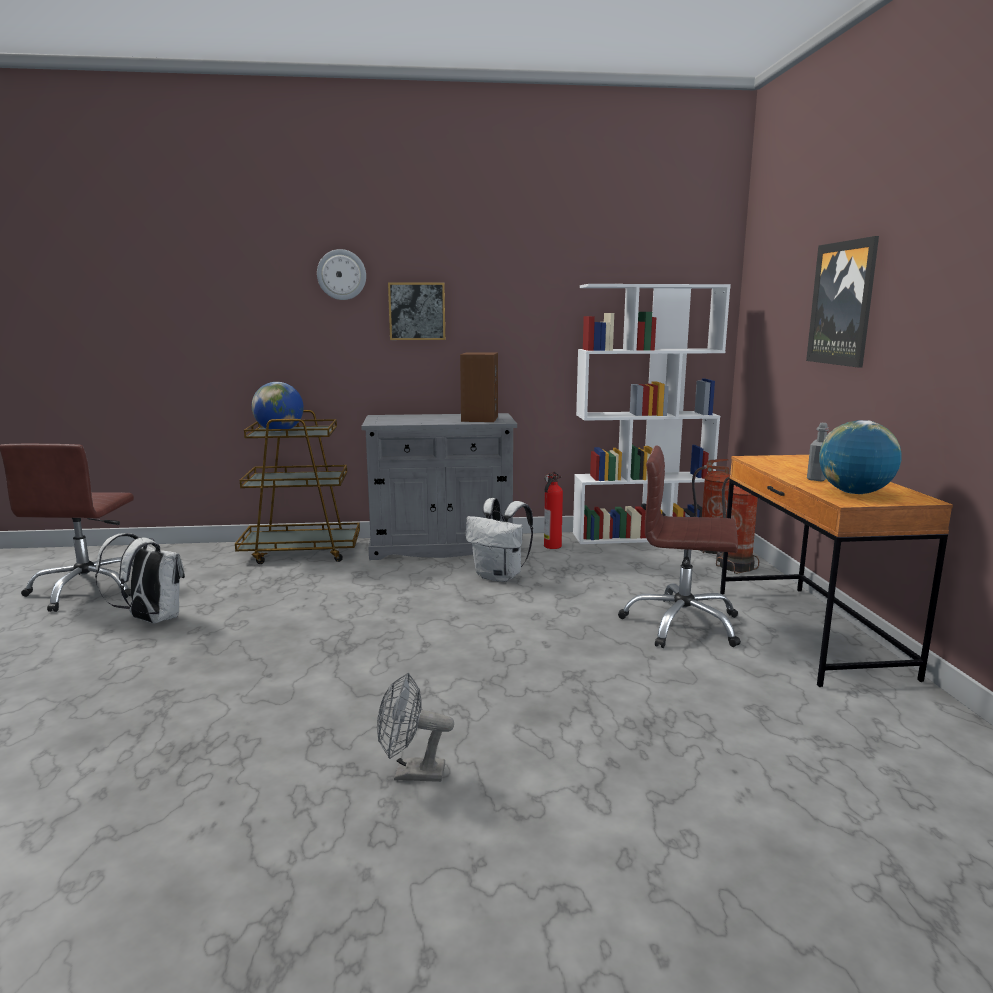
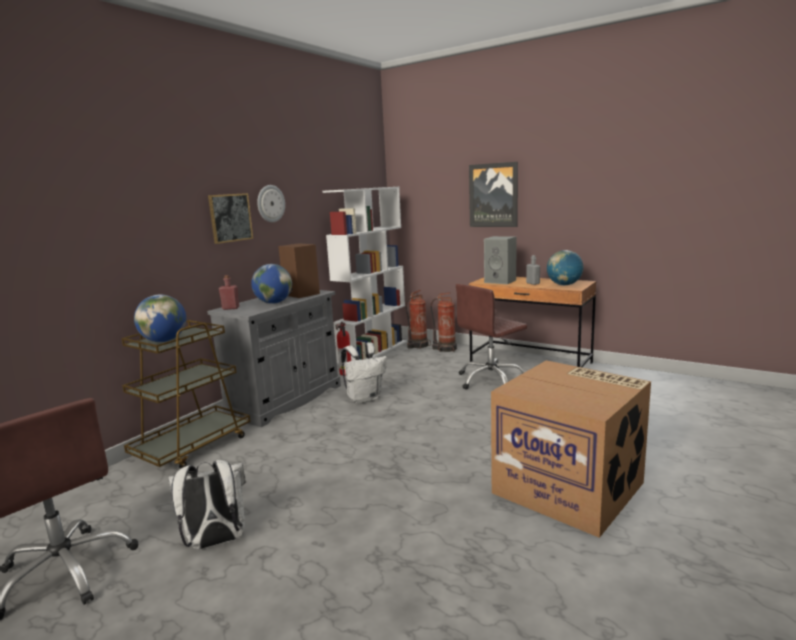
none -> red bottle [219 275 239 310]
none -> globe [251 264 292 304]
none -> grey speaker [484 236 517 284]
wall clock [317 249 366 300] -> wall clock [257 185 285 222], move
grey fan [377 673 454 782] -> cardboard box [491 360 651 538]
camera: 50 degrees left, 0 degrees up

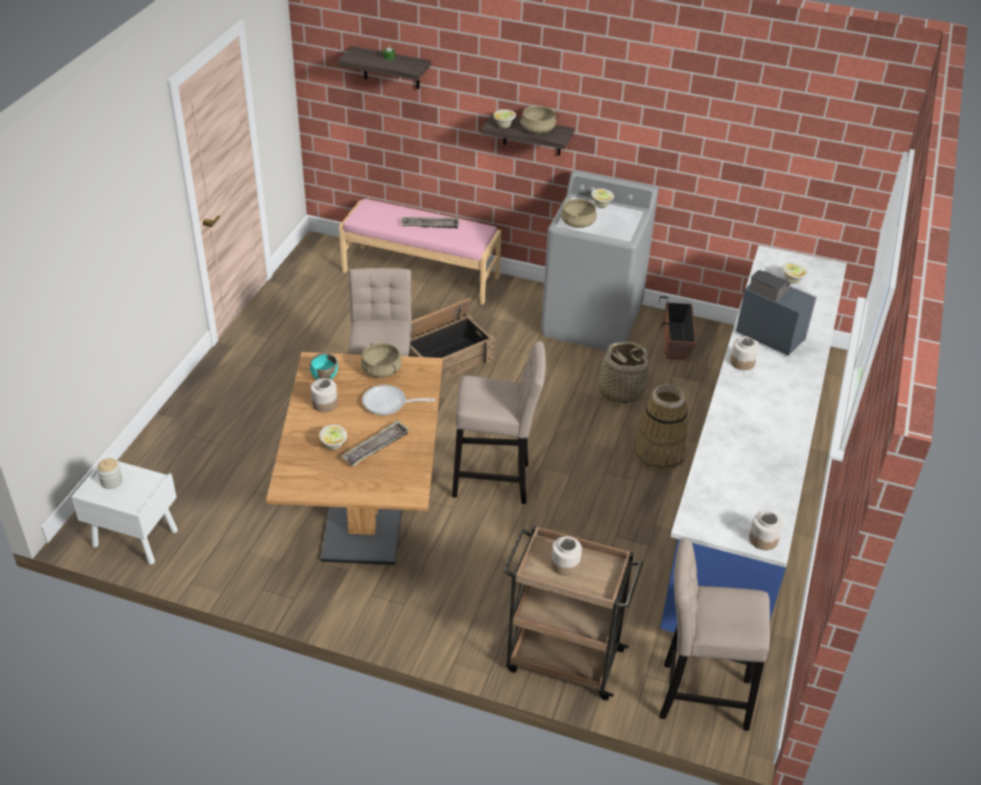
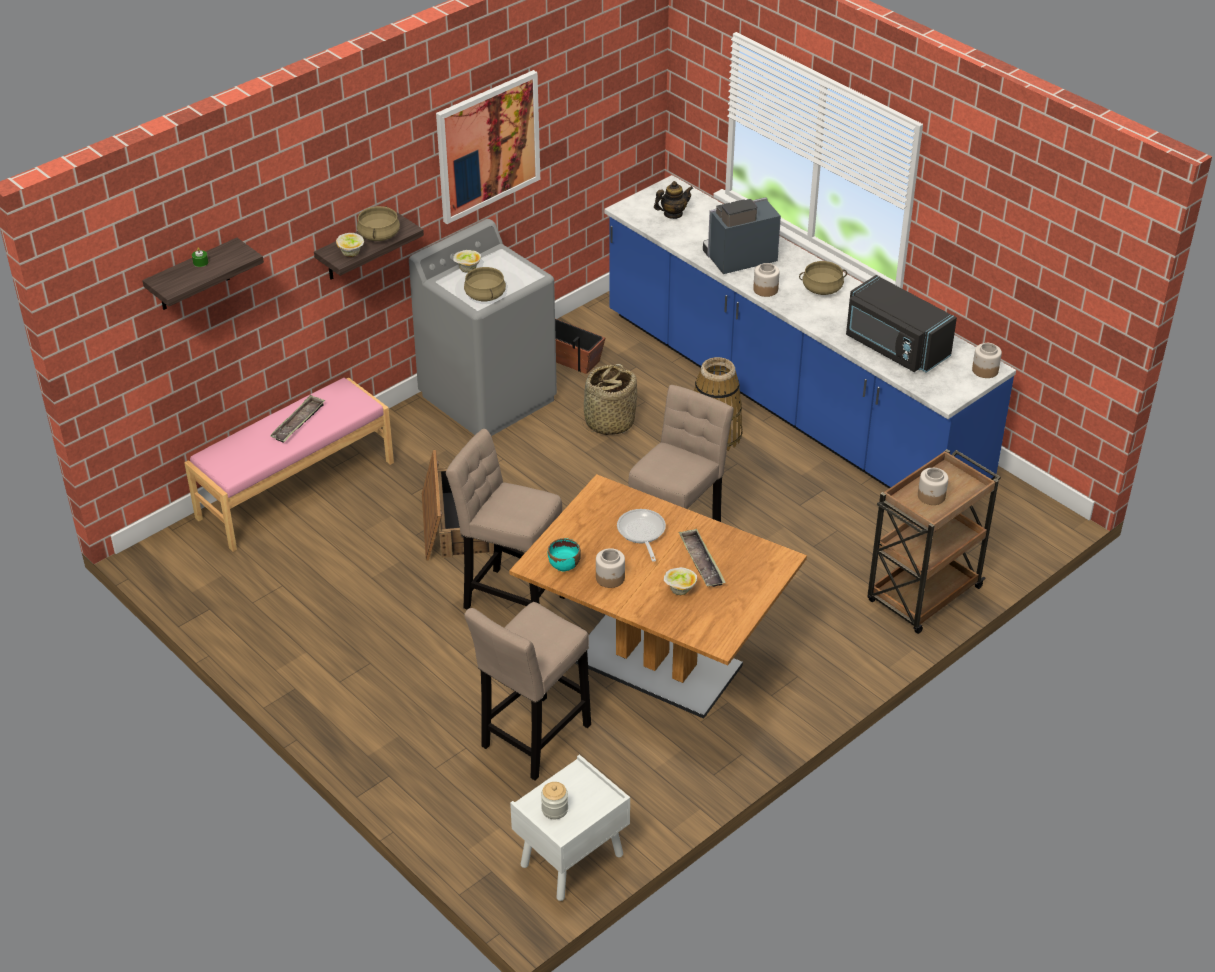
none -> picture [436 70 540 224]
none -> black microwave [846 275 957 373]
beige cooking pot [361 343 402 378] -> beige cooking pot [799 261 847 295], move
beige stool [660 538 770 731] -> beige stool [464 602 591 780], move
bowl [782 263 807 284] -> teapot [654 181 693 219]
frying pan [362 385 435 415] -> frying pan [617 509 666 562], 135 degrees clockwise
camera: 60 degrees left, 0 degrees up

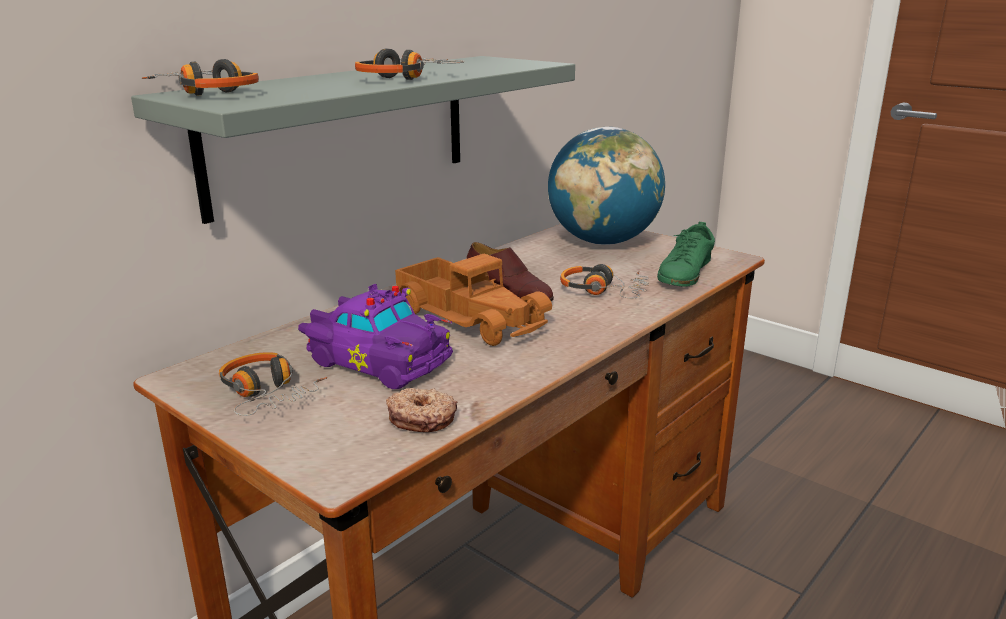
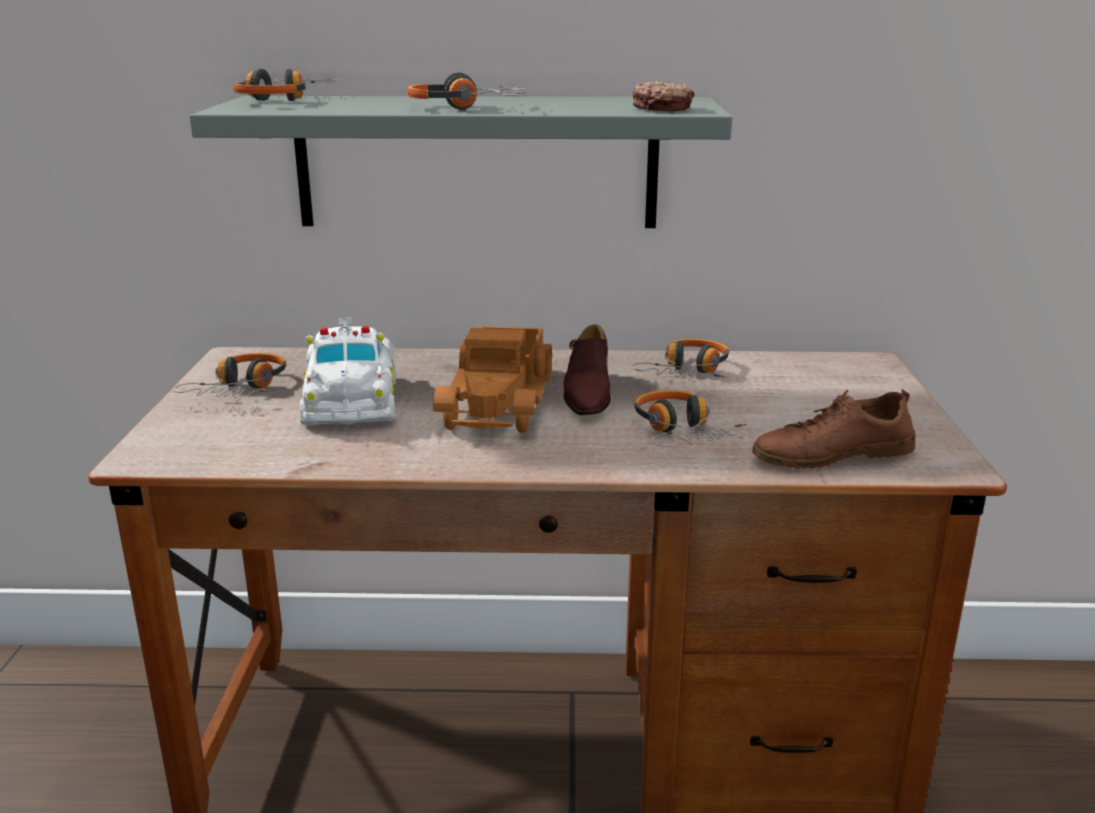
globe [548 127 665 245] -> none
none -> headphones [633 339 729 380]
donut [386 388 457 432] -> donut [633 81 695 111], move
purple toy car [298 284 453 389] -> white toy car [300 318 396 426]
green shoe [657 222 715 287] -> brown shoe [752 389 915 469]
camera: 50 degrees right, 0 degrees up

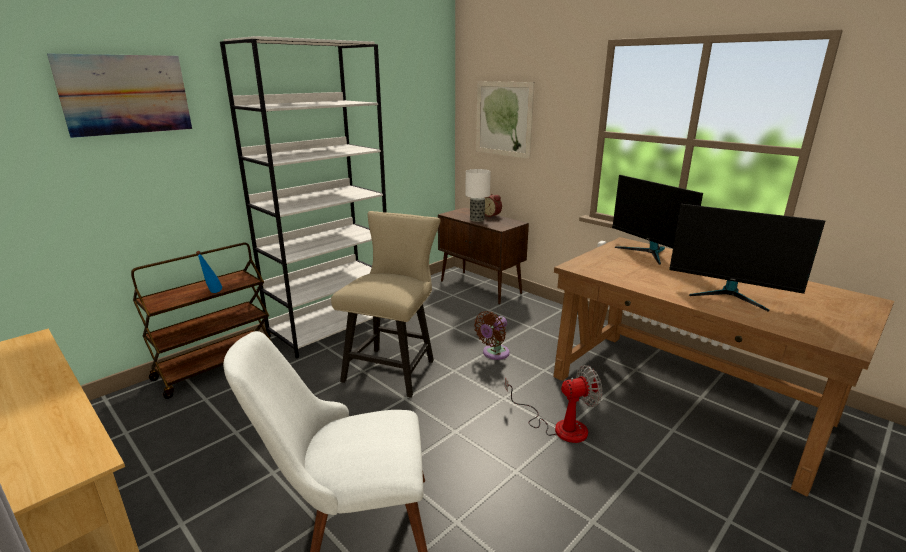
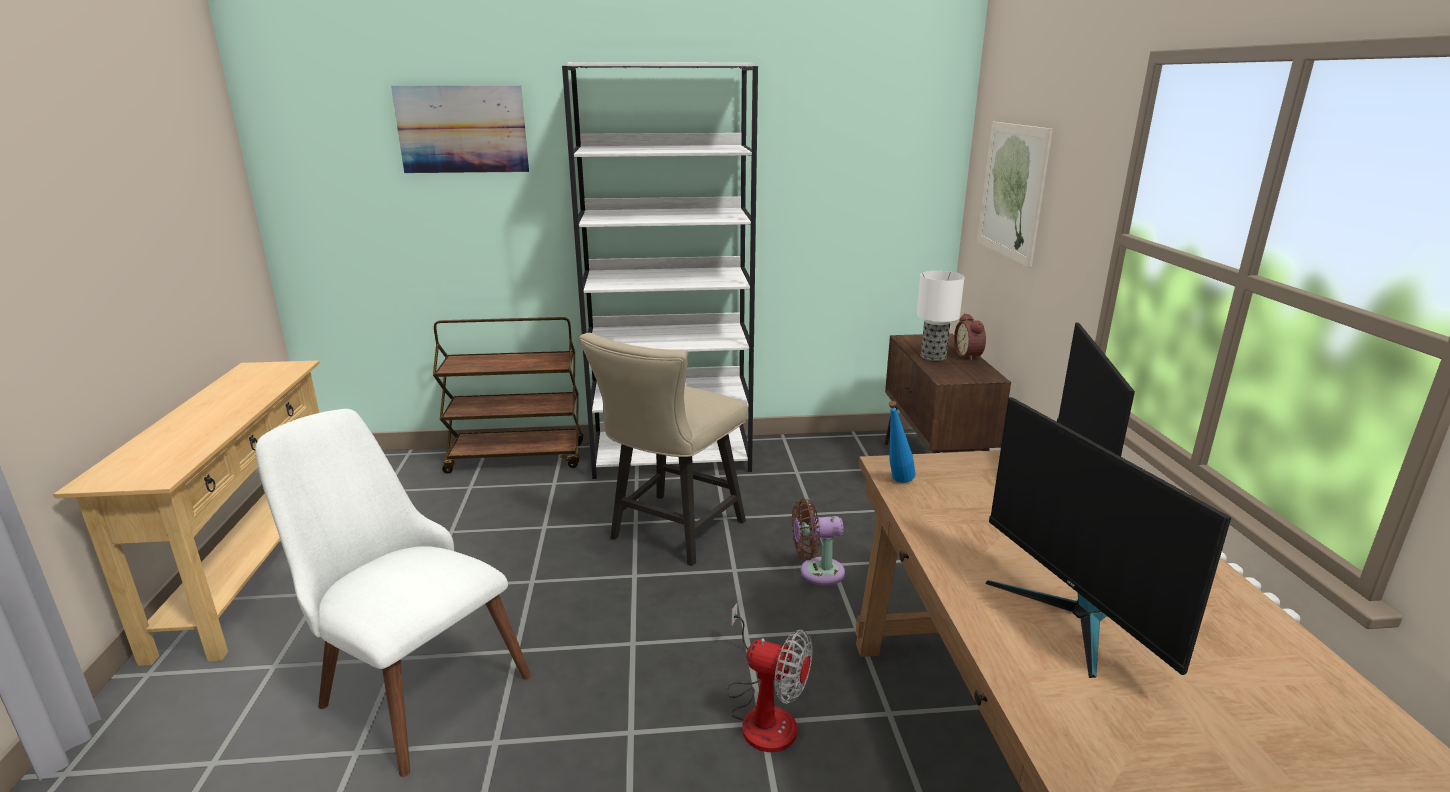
blue bottle [196 251 222 293] -> blue bottle [889 401 915 483], move
beige chair [331 211 440 398] -> beige chair [579 333 748 566], 150 degrees clockwise
camera: 40 degrees right, 0 degrees up

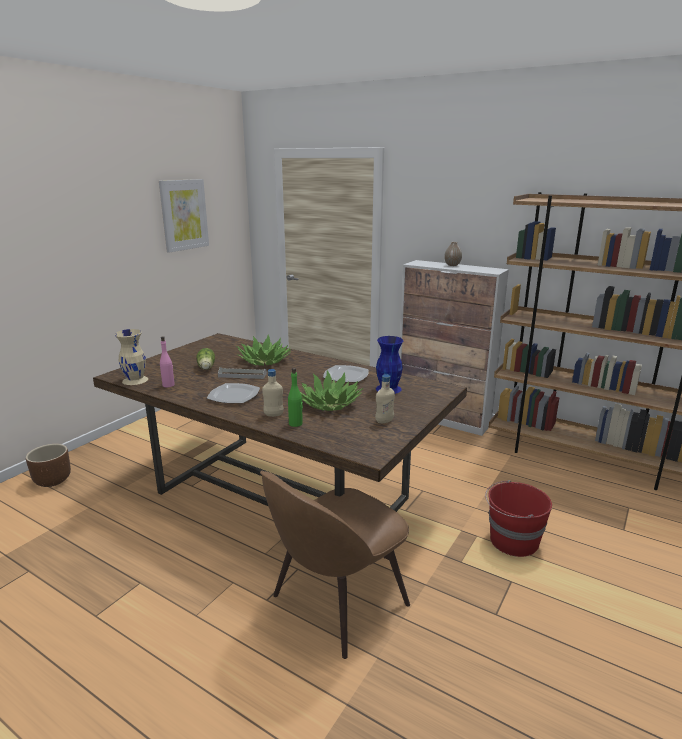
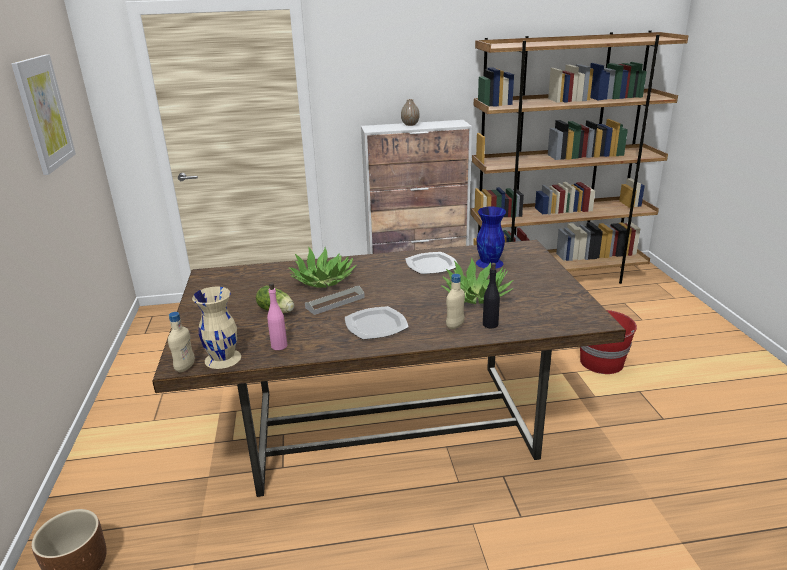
brown chair [260 471 410 659] -> none
beige bottle [375 374 395 423] -> beige bottle [168 312 195 372], move
green bottle [288 368 303 427] -> black bottle [483 263 500 328]
camera: 40 degrees left, 5 degrees up

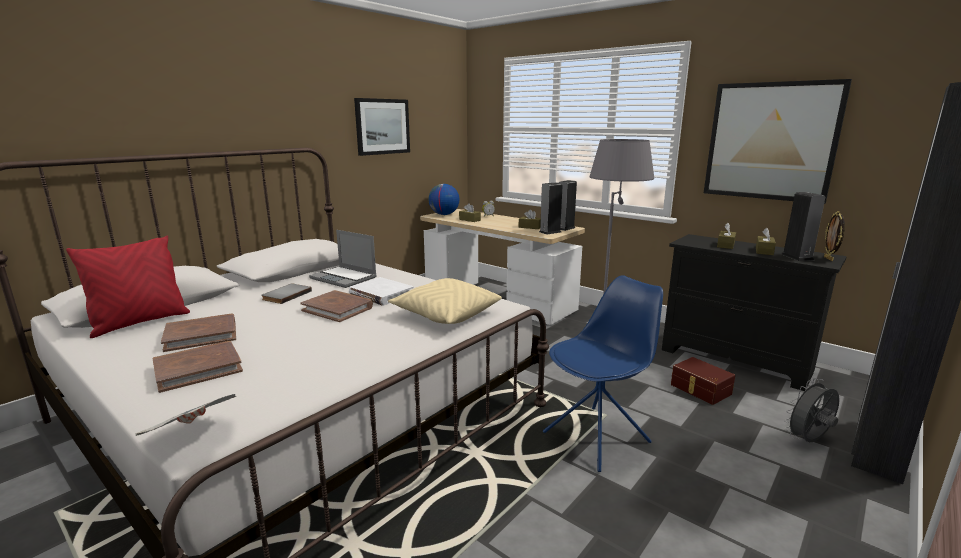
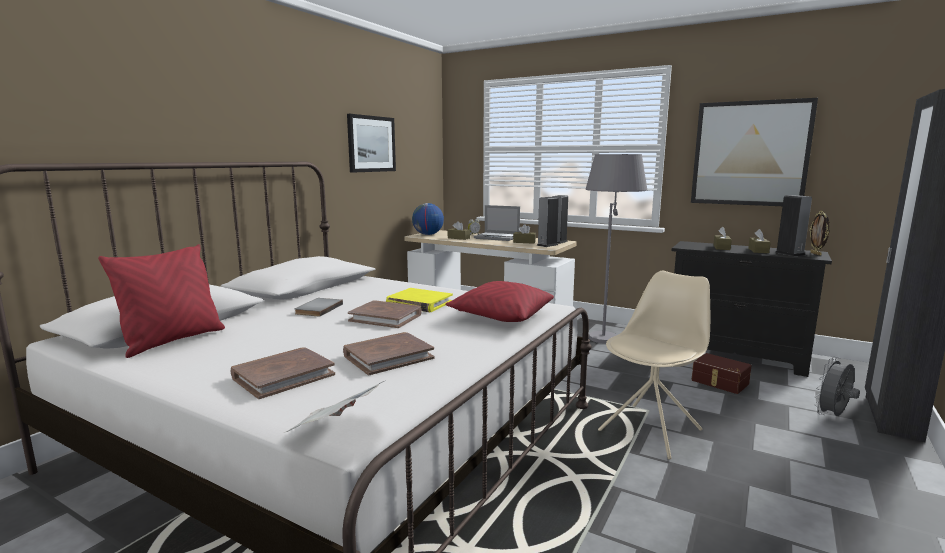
brown book [161 313 236 352] -> brown book [343 332 434 375], move
laptop [309 230 377 288] -> laptop [474 205 520 241], move
white book [349 277 414 306] -> yellow book [386 288 453 312]
beige pillow [388 278 502 324] -> red pillow [445 281 554 322]
blue chair [543 275 663 472] -> beige chair [598 271 710 459]
camera: 10 degrees left, 5 degrees down

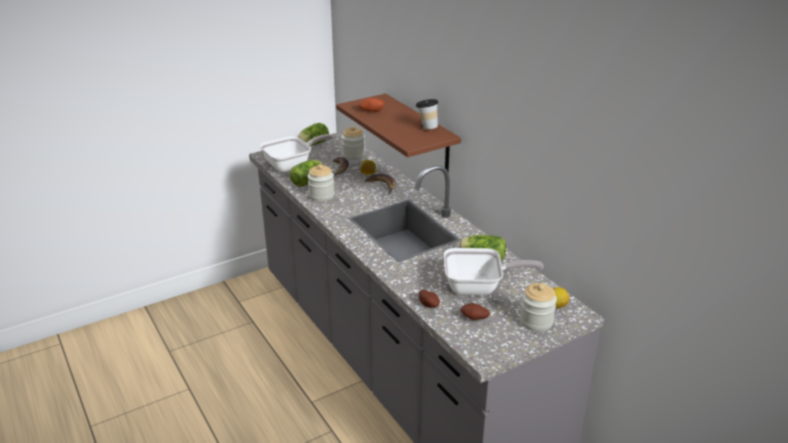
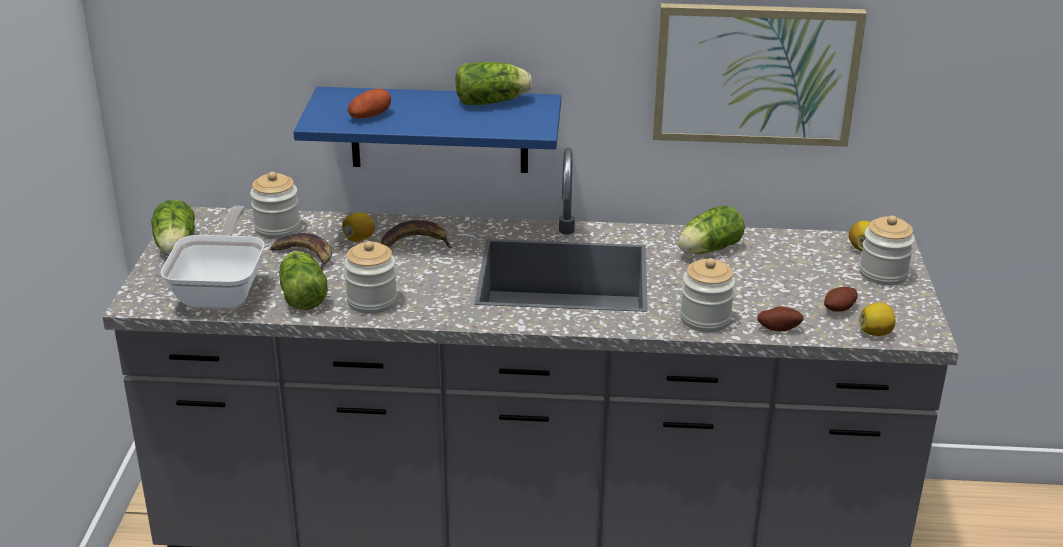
frying pan [444 248 544 295] -> none
none -> picture [653 3 867 147]
none -> jar [680 258 735 332]
none -> lemon [859 303 896 336]
cup [416 99 438 129] -> lettuce [455 62 532 105]
brown shelf [336 94 461 172] -> blue shelf [293 87 561 173]
camera: 55 degrees left, 0 degrees up

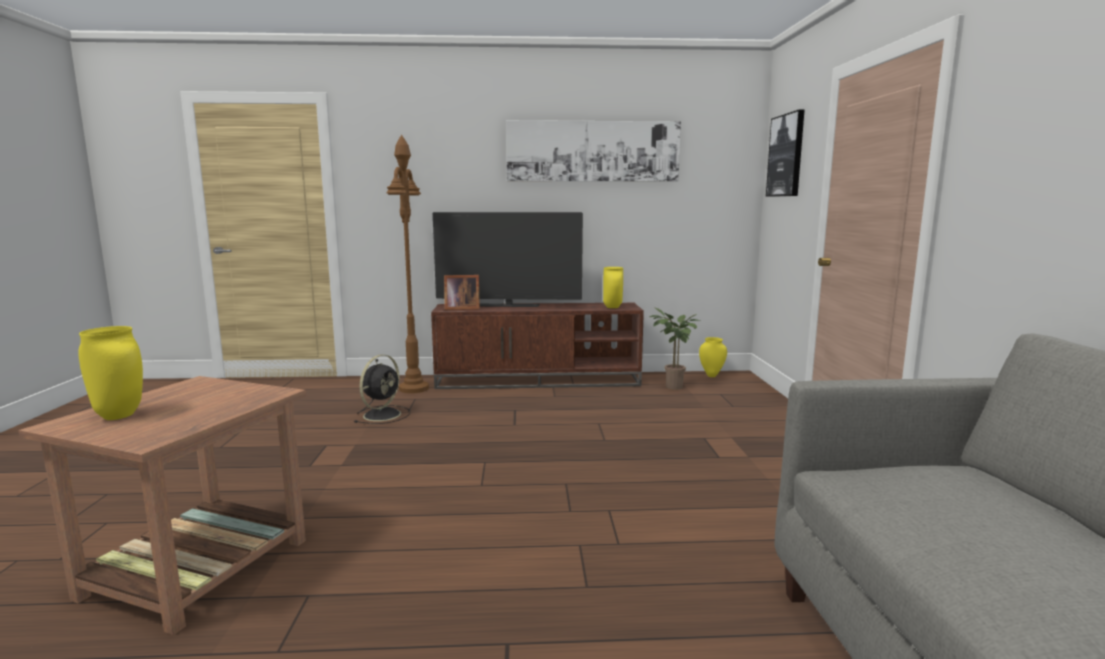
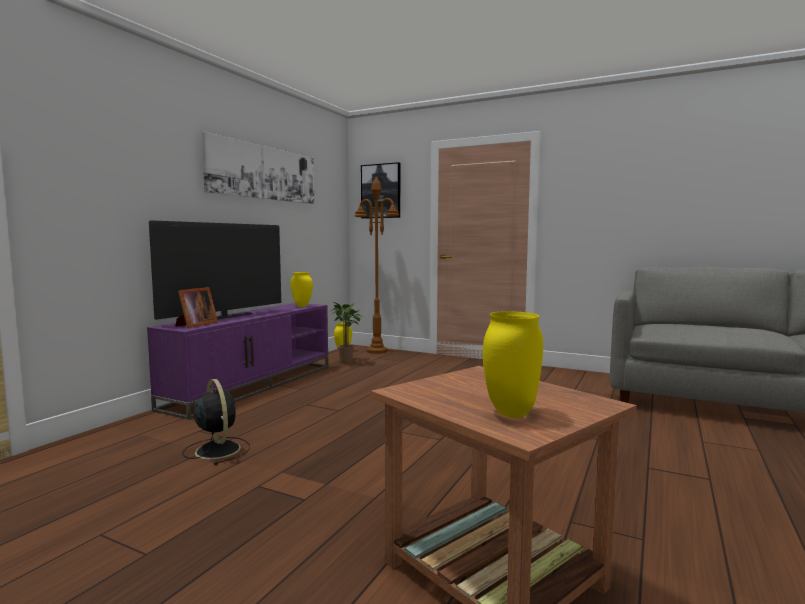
brown floor lamp [386 135 429 393] -> brown floor lamp [354 176 399 354], move
brown tv stand [431 303 644 389] -> purple tv stand [147 303 328 420]
camera: 60 degrees left, 5 degrees down

